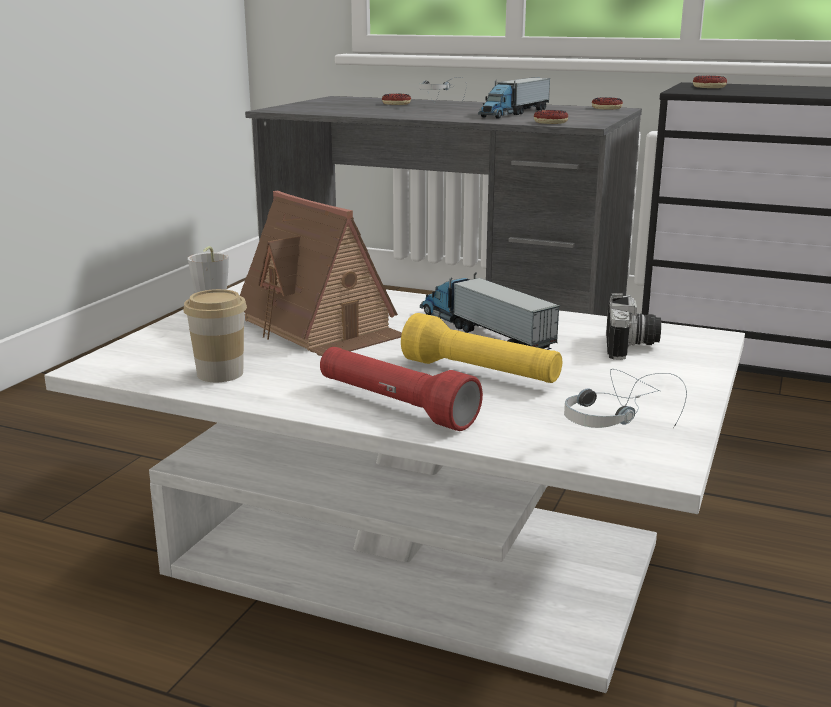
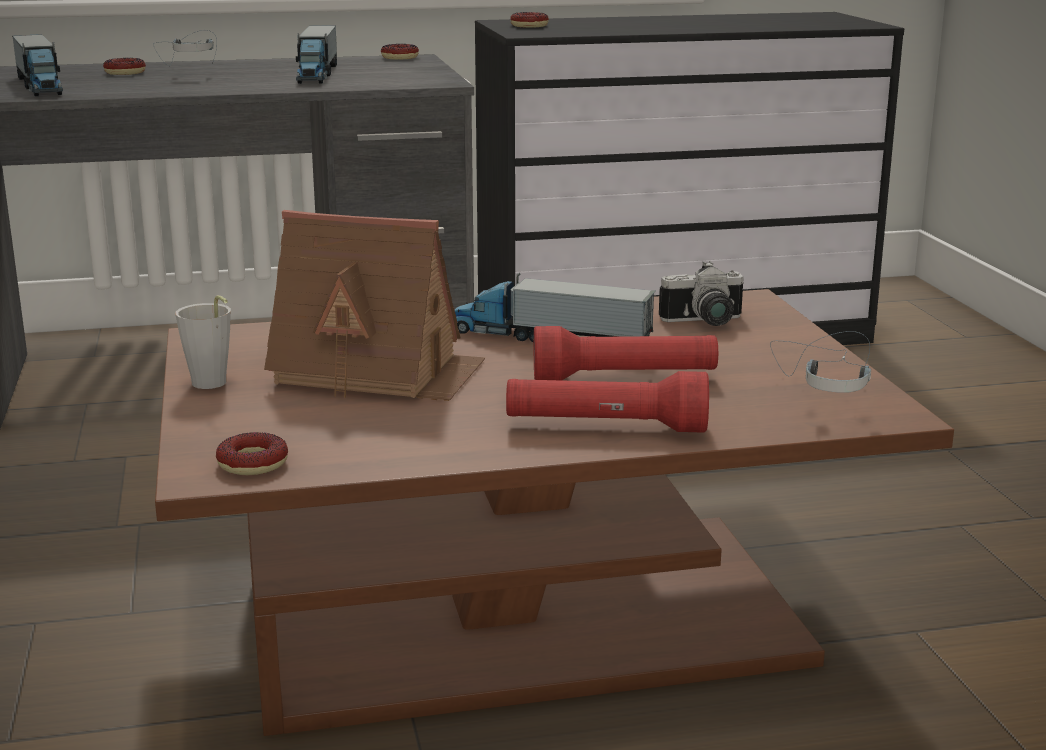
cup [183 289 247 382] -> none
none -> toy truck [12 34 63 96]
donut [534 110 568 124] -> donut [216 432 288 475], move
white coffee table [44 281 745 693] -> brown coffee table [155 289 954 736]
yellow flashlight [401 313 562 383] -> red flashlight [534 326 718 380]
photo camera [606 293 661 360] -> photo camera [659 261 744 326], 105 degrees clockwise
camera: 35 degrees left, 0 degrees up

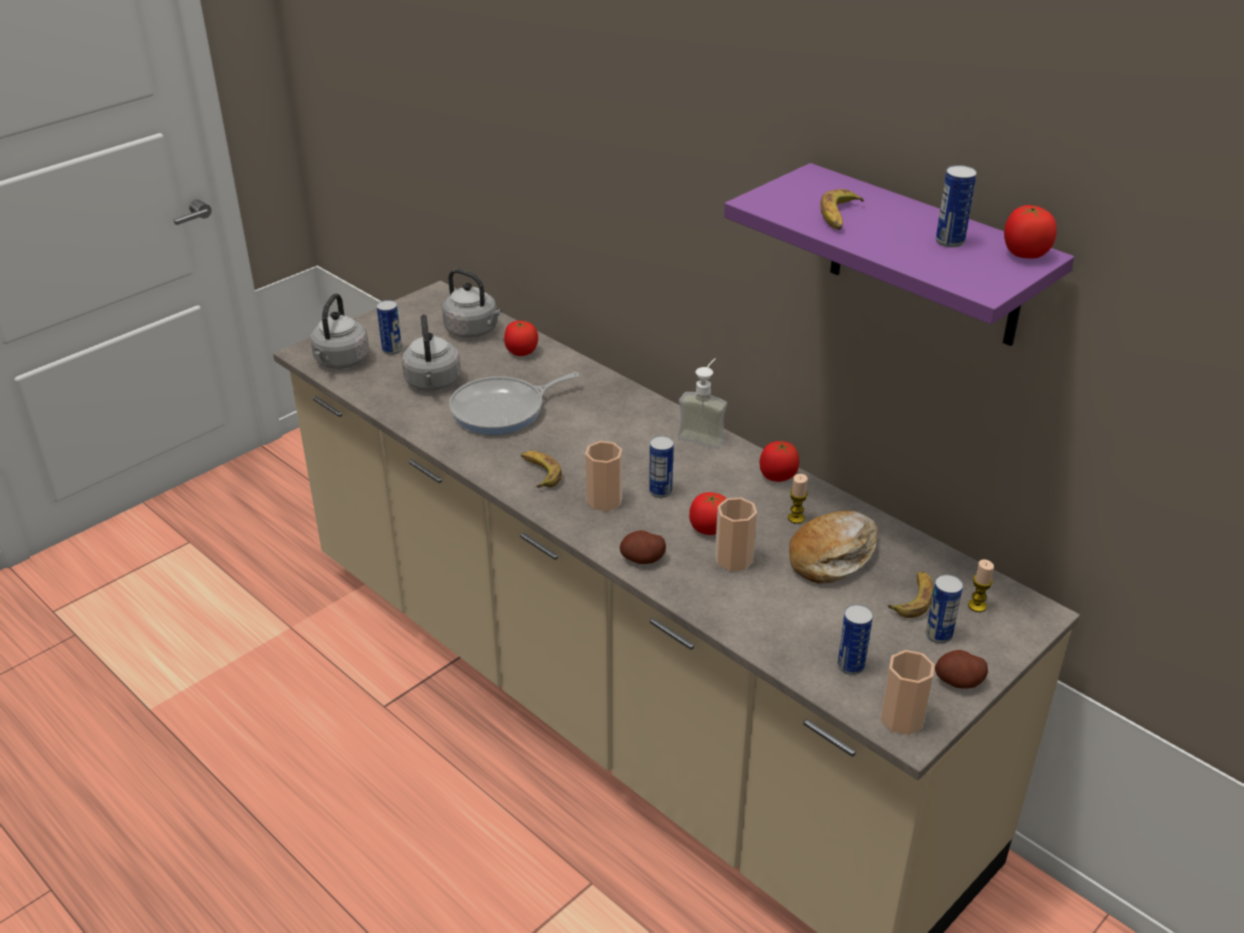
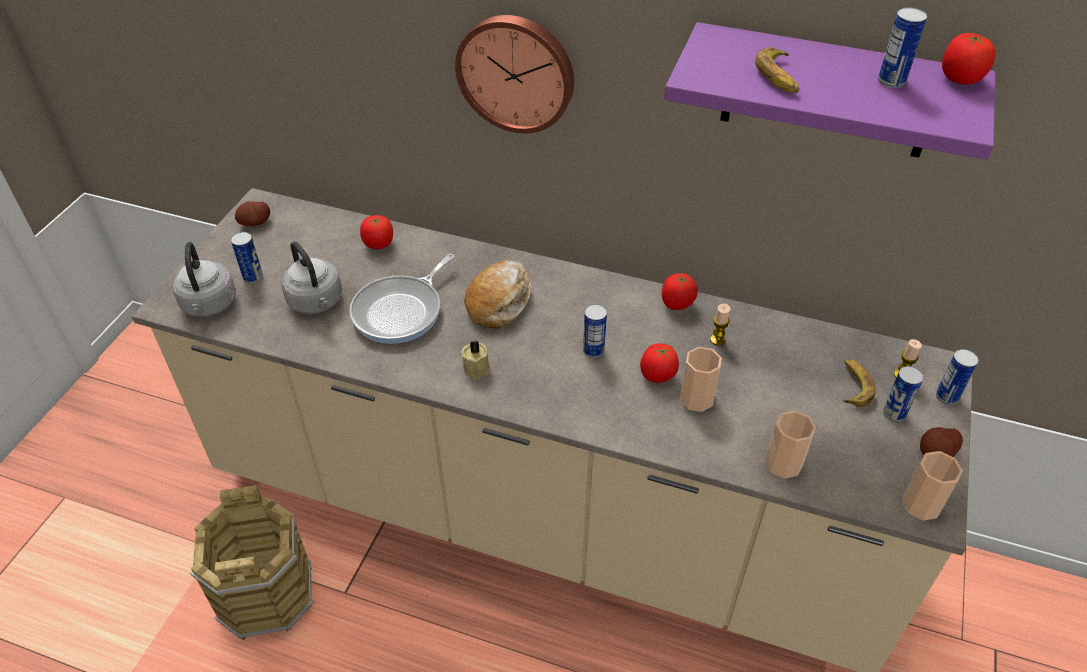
grey kettle [442 269 502 338] -> none
soap dispenser [678 358 727 449] -> none
none -> brown bucket [190 485 314 640]
none -> wall clock [455 15 574 133]
cup [585 441 622 511] -> cup [765 410 816 479], move
potato [620 530 666 564] -> potato [235 201 270 226], move
bread [789 511 878 583] -> bread [464 260 531 329], move
can [838 605 873 675] -> can [936 349 979 405], move
banana [521 451 562 488] -> beige candle [461 341 490 379]
camera: 25 degrees left, 10 degrees up

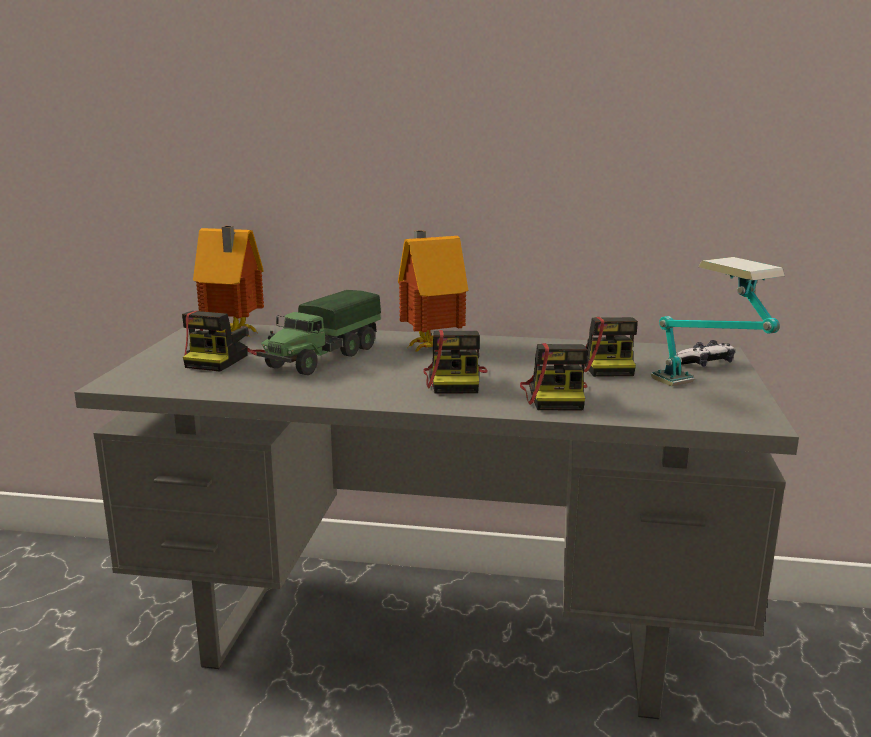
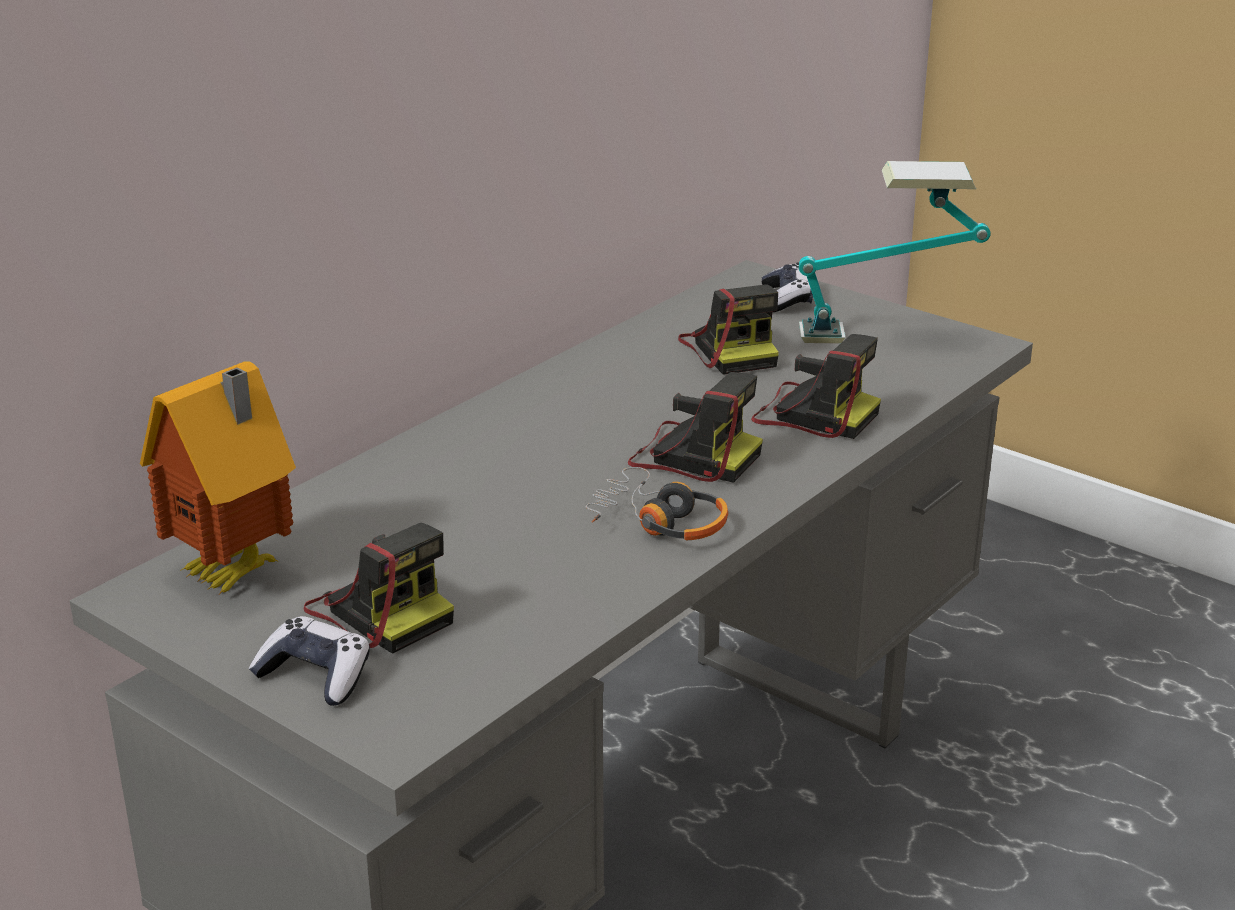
toy truck [257 290 381 375] -> none
toy house [398 230 468 353] -> none
none -> game controller [249 616 370 706]
none -> headphones [586 467 728 540]
photo camera [580 317 638 377] -> photo camera [678 284 779 375], 45 degrees clockwise
camera: 60 degrees left, 10 degrees up

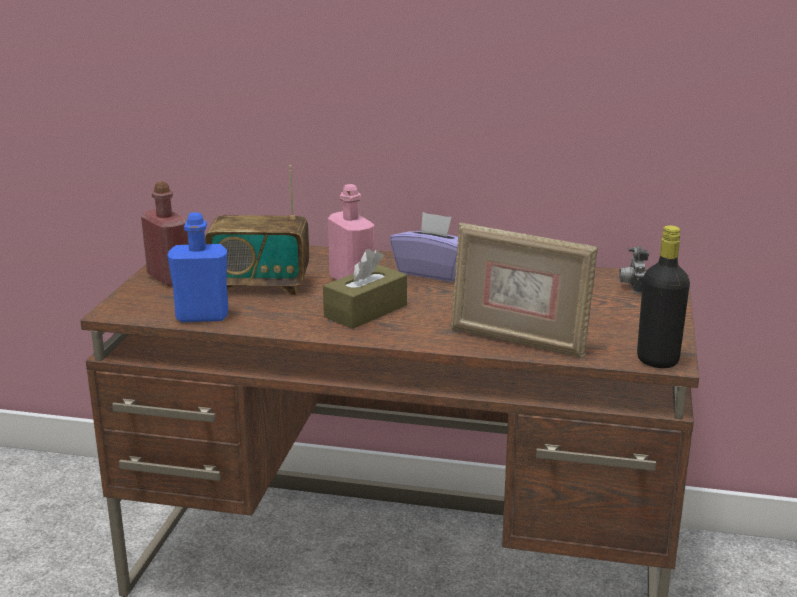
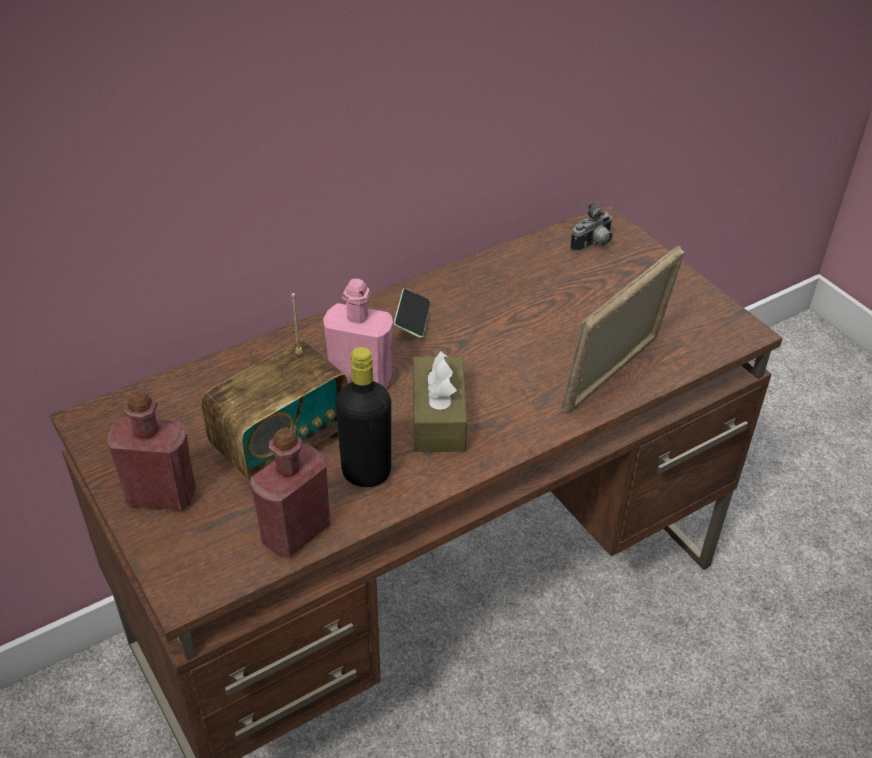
black bottle [637 225 690 368] -> black bottle [335 347 391 487], move
purple tissue box [390 212 458 282] -> phone [394 288 431 338]
blue bottle [167 212 229 322] -> red bottle [250 427 331 558]
picture frame [451 222 598 358] -> picture frame [561 246 685 413], 150 degrees clockwise
photo camera [619 246 649 294] -> photo camera [570 203 613 252], 90 degrees counterclockwise
camera: 45 degrees left, 20 degrees up

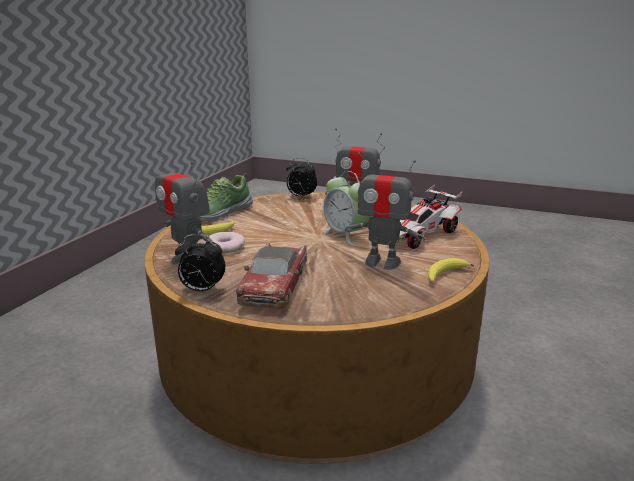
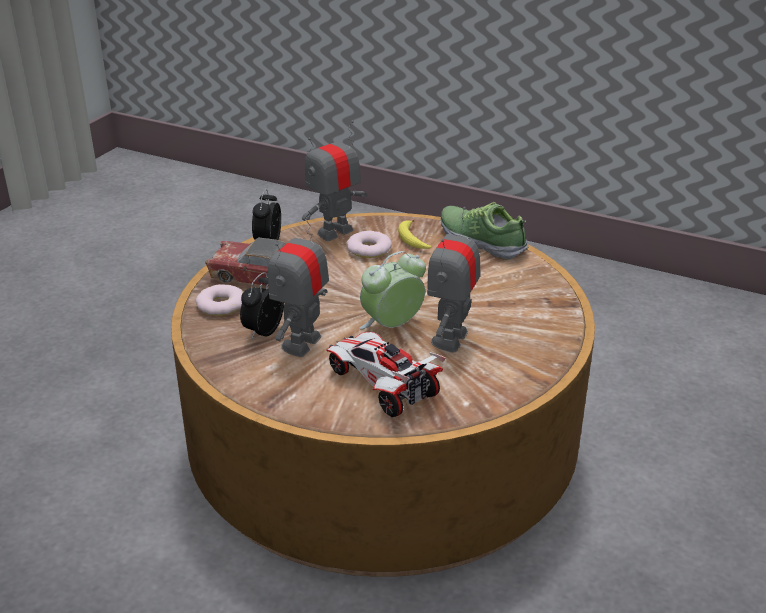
banana [428 258 474 282] -> none
none -> donut [196 284 243 316]
alarm clock [286 158 317 199] -> alarm clock [240 272 284 340], move
camera: 95 degrees right, 10 degrees up

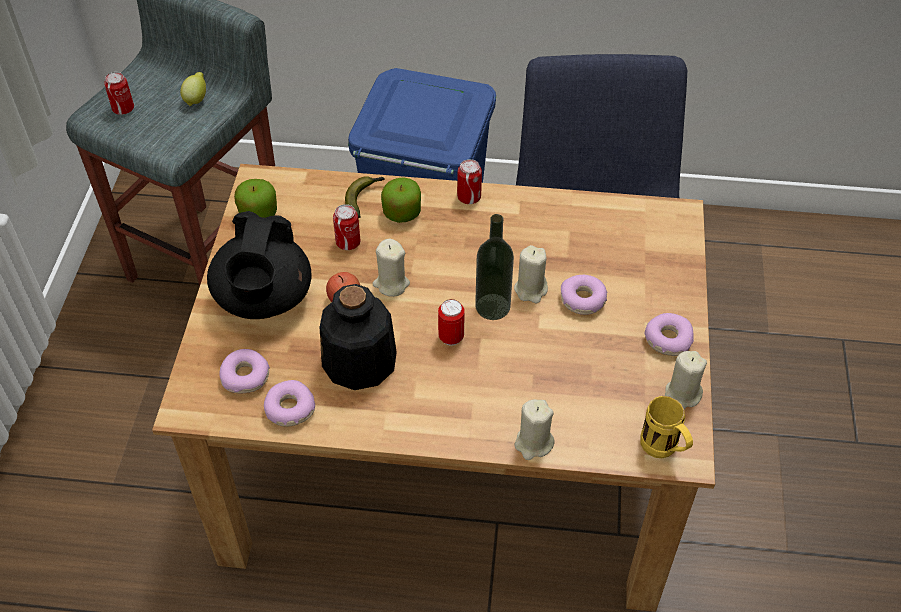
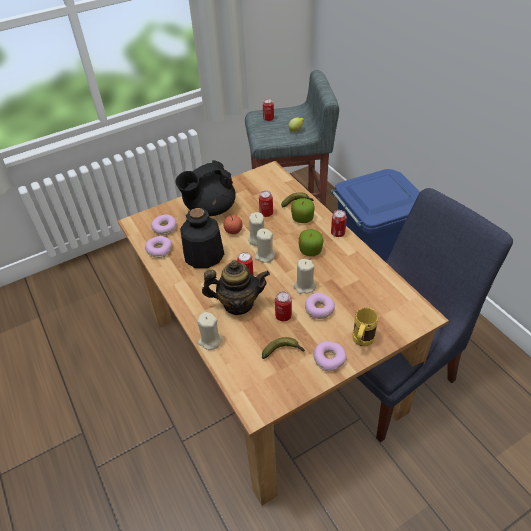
bottle [475 214 514 320] -> none
none -> teapot [202 260 270 315]
none -> banana [262 337 305 359]
none -> can [275 291 292 321]
apple [234 179 277 218] -> apple [299 229 323 256], move
yellow mug [640 396 693 458] -> yellow mug [353 307 378 346], move
beige candle [665 351 707 409] -> beige candle [255 228 276 263], move
camera: 55 degrees right, 5 degrees down

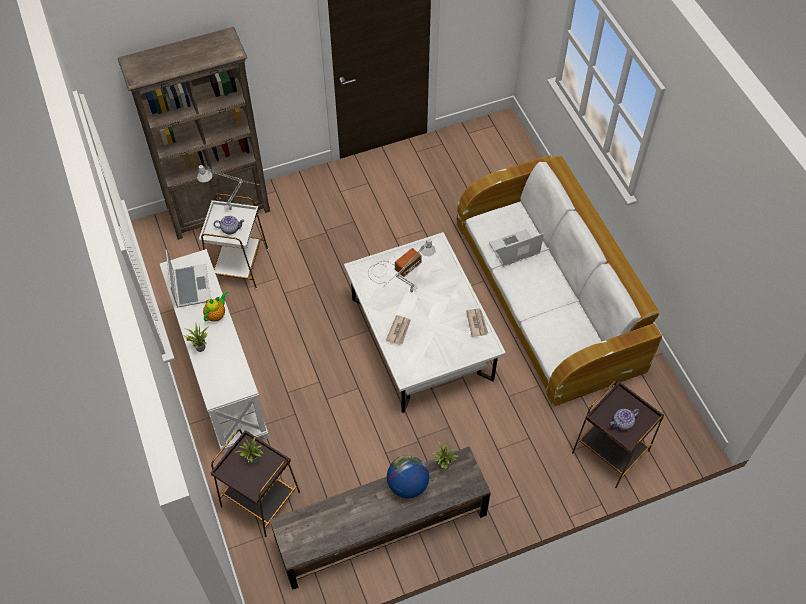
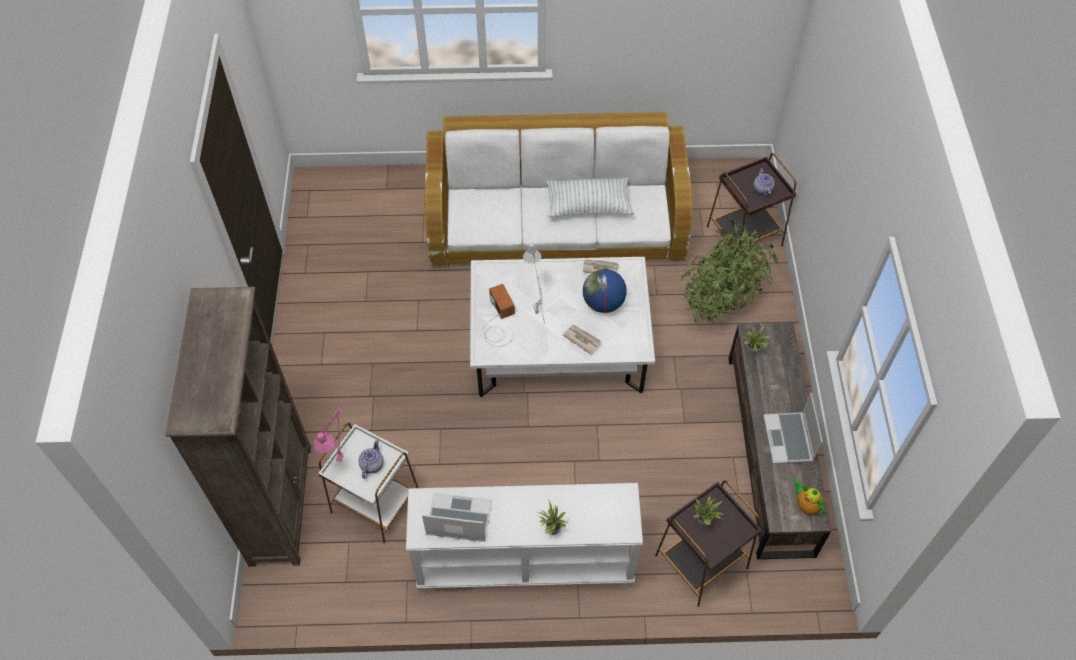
none -> pillow [546 177 634 218]
none -> potted plant [679 217 779 323]
teapot [203 291 227 322] -> teapot [792 477 825 514], move
globe [387 455 429 498] -> globe [583 269 627 313], move
laptop [489 229 544 267] -> laptop [763 393 823 464], move
grey table lamp [197 165 258 210] -> pink table lamp [313 400 346 462]
camera: 70 degrees left, 0 degrees up

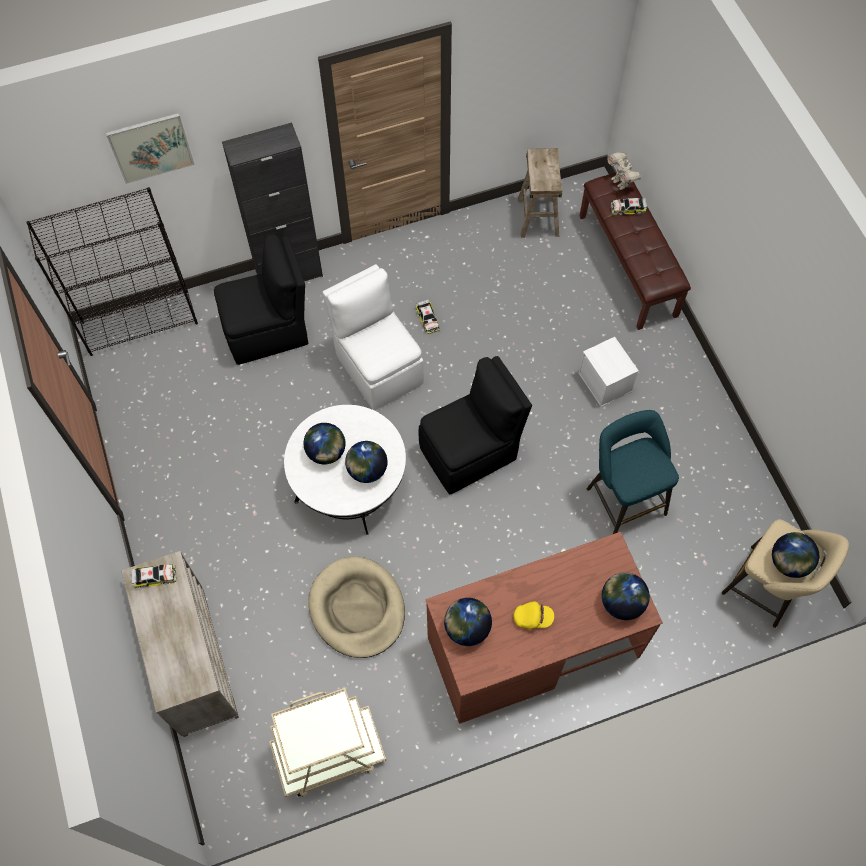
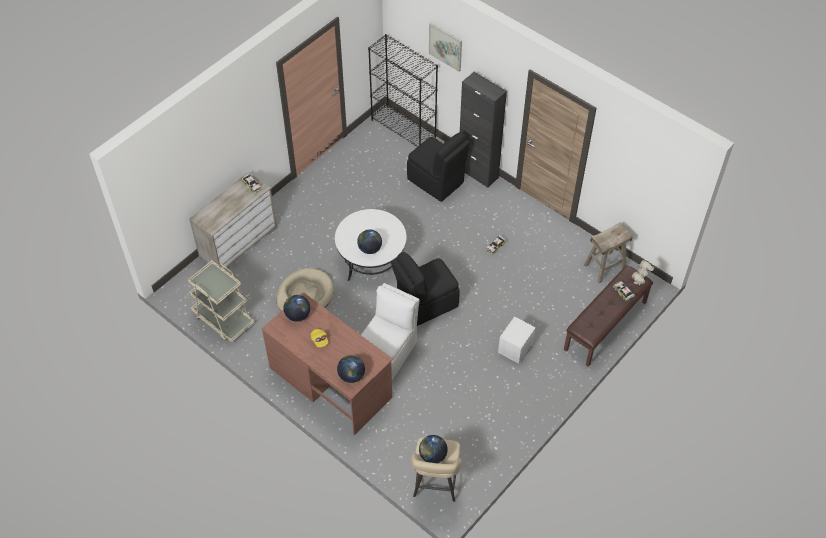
globe [303 423 346 464] -> none
turquoise stool [587 410 679 534] -> none
white chair [322 264 424 410] -> white chair [361 283 420 379], move
black chair [419 356 532 494] -> black chair [392 252 460 326], 120 degrees clockwise
camera: 60 degrees right, 10 degrees down

